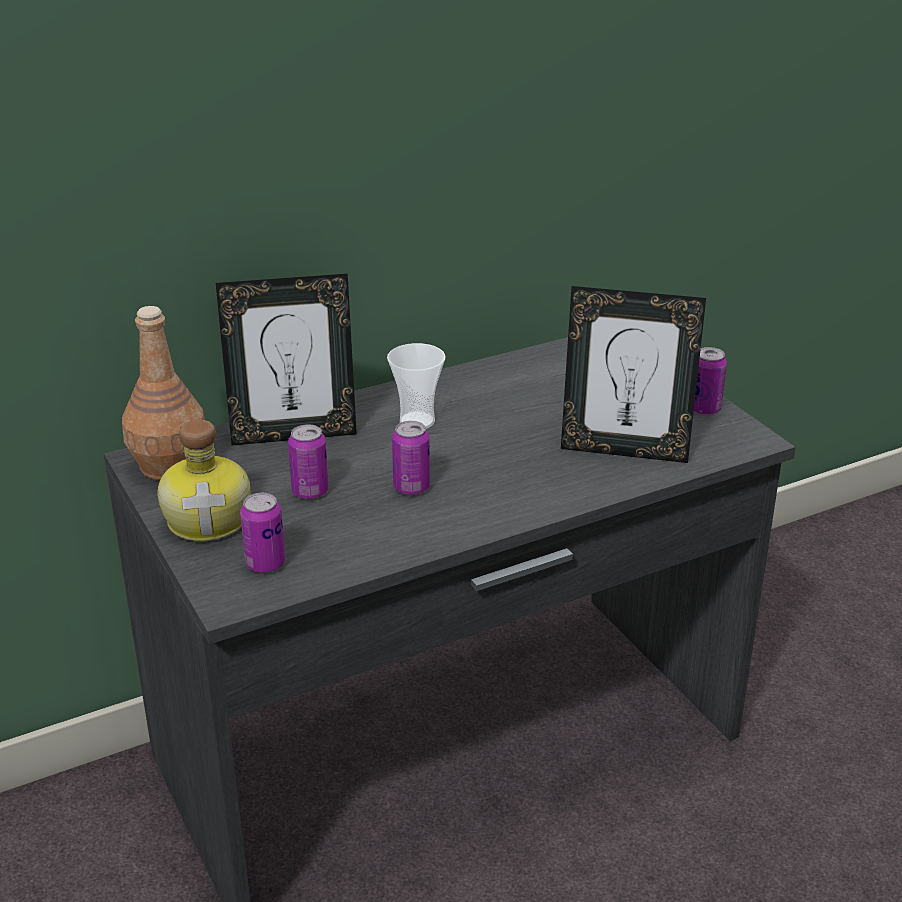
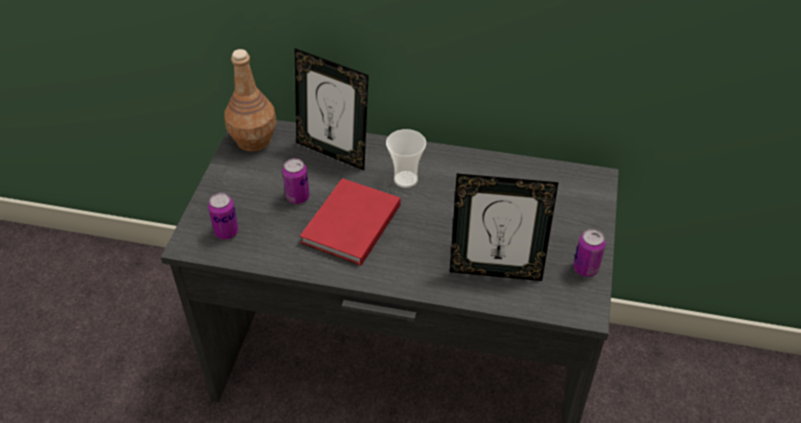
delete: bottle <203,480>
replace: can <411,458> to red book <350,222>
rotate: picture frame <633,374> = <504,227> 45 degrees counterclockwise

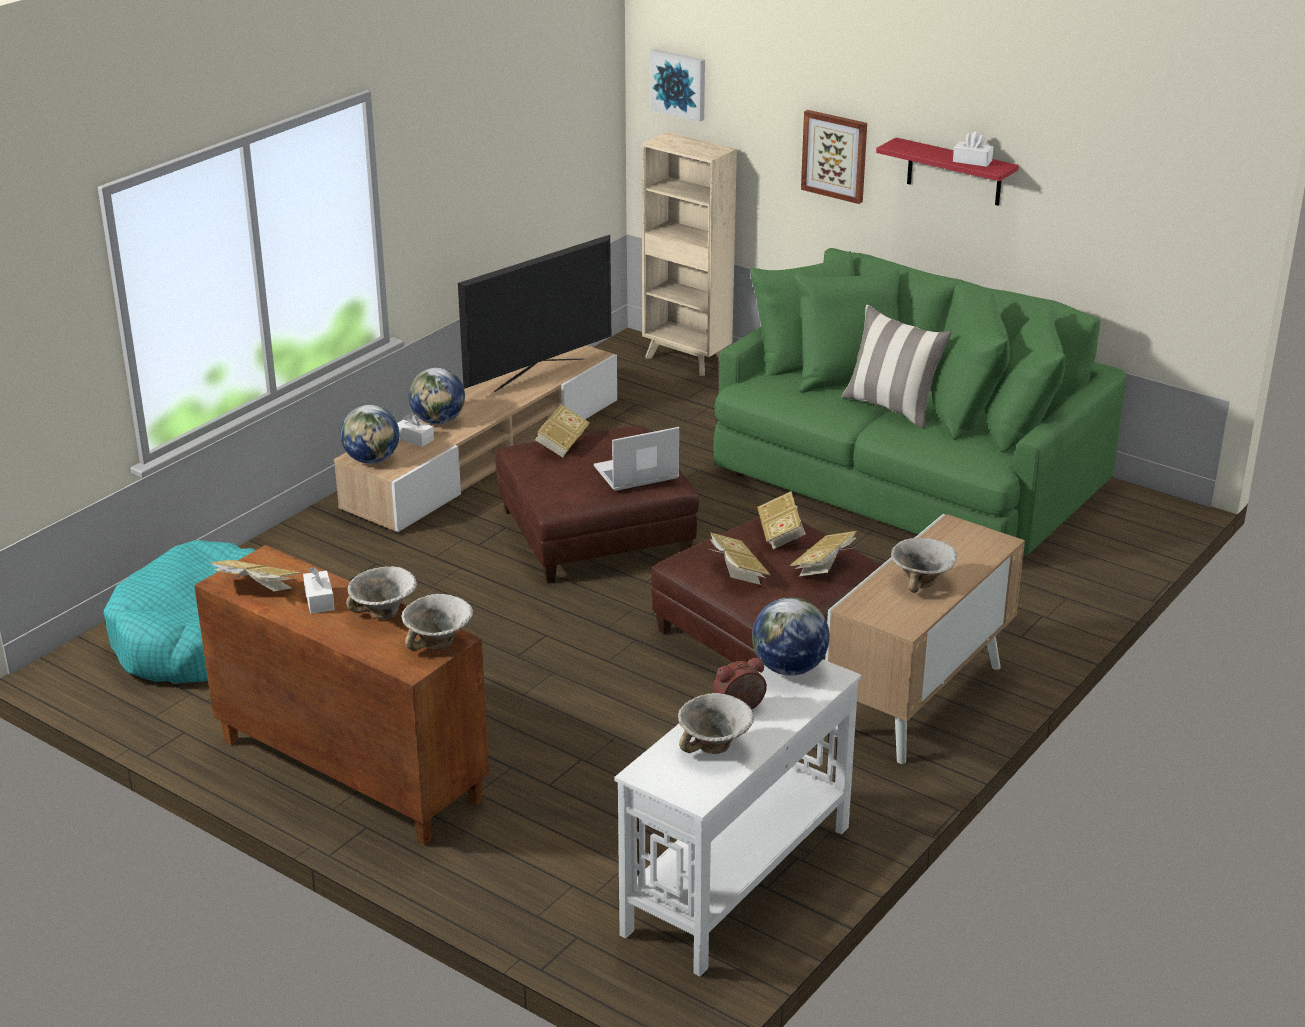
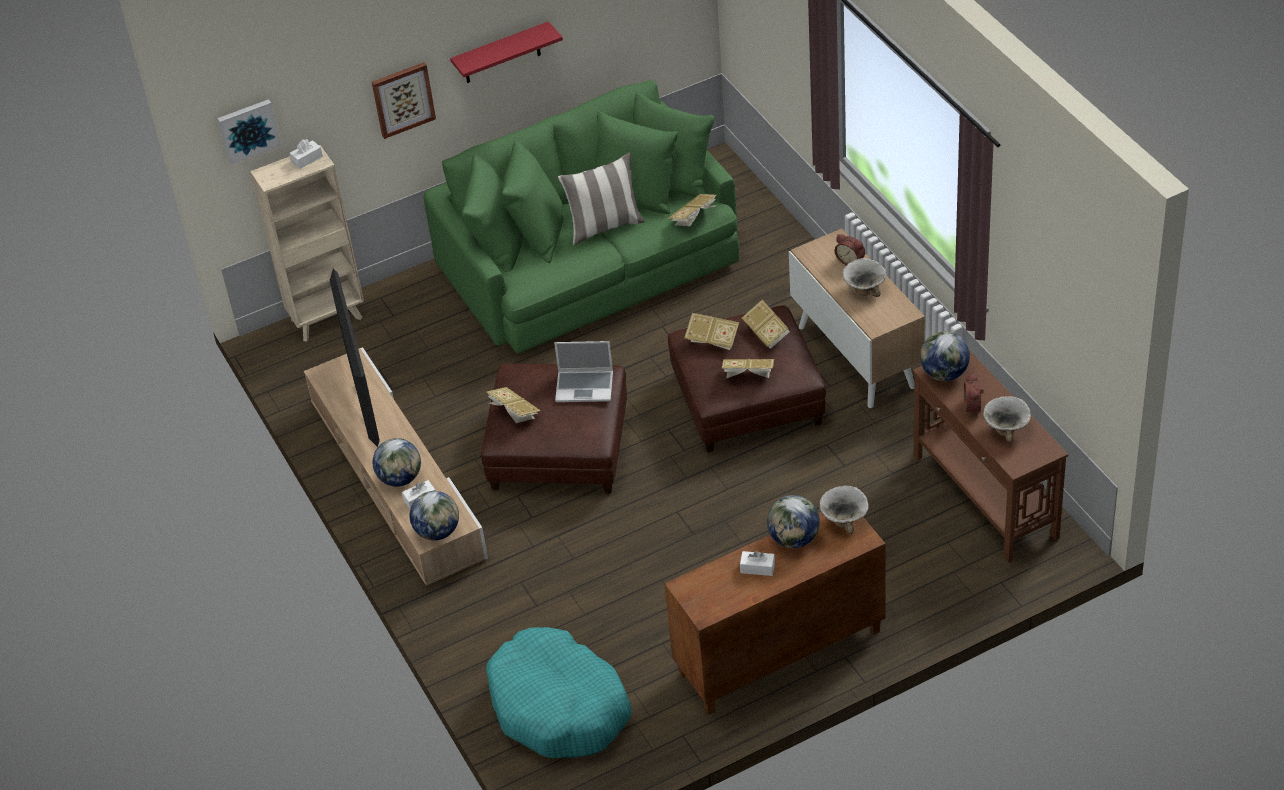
insert: alarm clock <850,250>
move: white tissue box <973,149> to <306,154>; book <256,575> to <691,210>
replace: bowl <381,593> to globe <793,521>
recolor: white console table <738,817> to brown console table <990,456>
rotate: laptop <636,459> = <583,371> 90 degrees counterclockwise

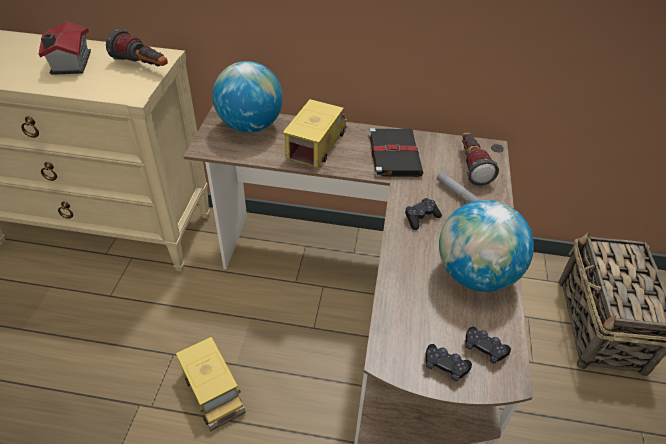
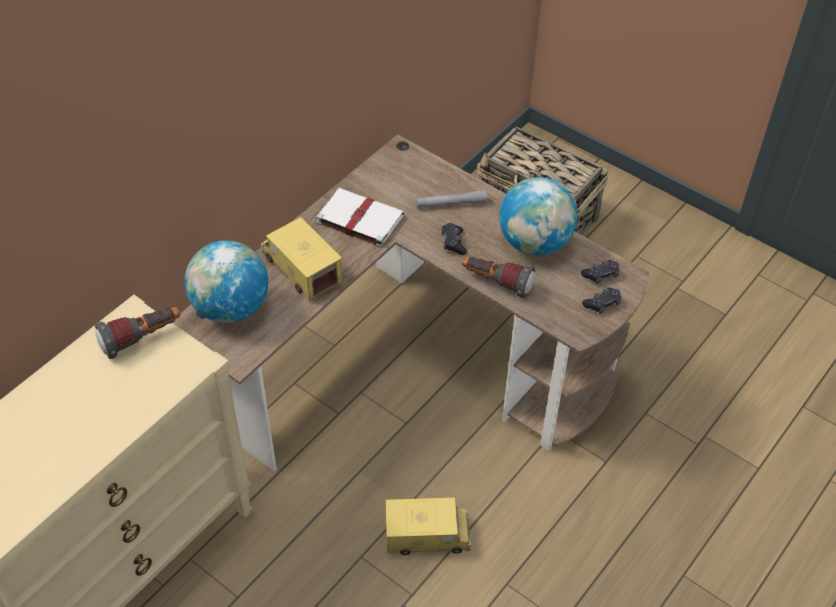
delete: toy house <65,48>
move: flashlight <480,159> to <498,277>
recolor: black book <396,152> to white book <359,218>

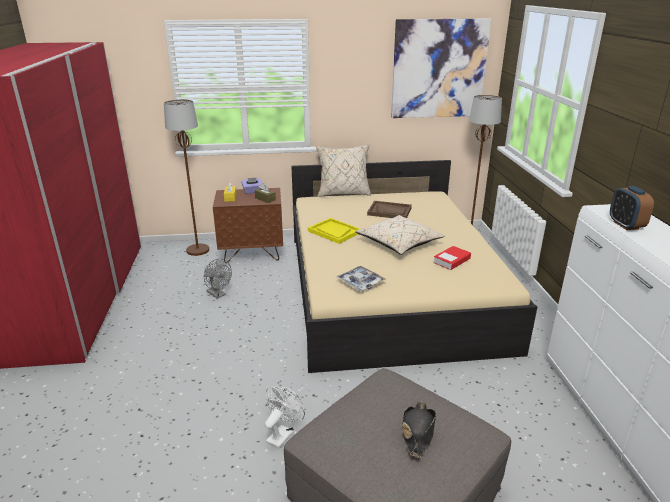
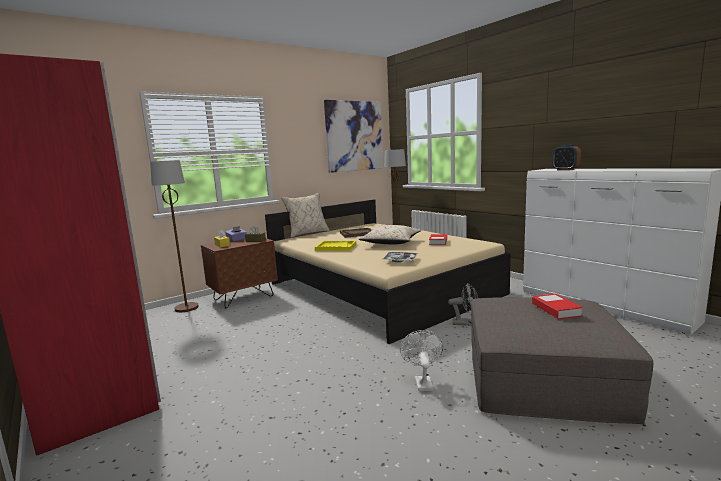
move: grey fan <218,279> to <463,304>
replace: black hat <419,429> to book <557,306>

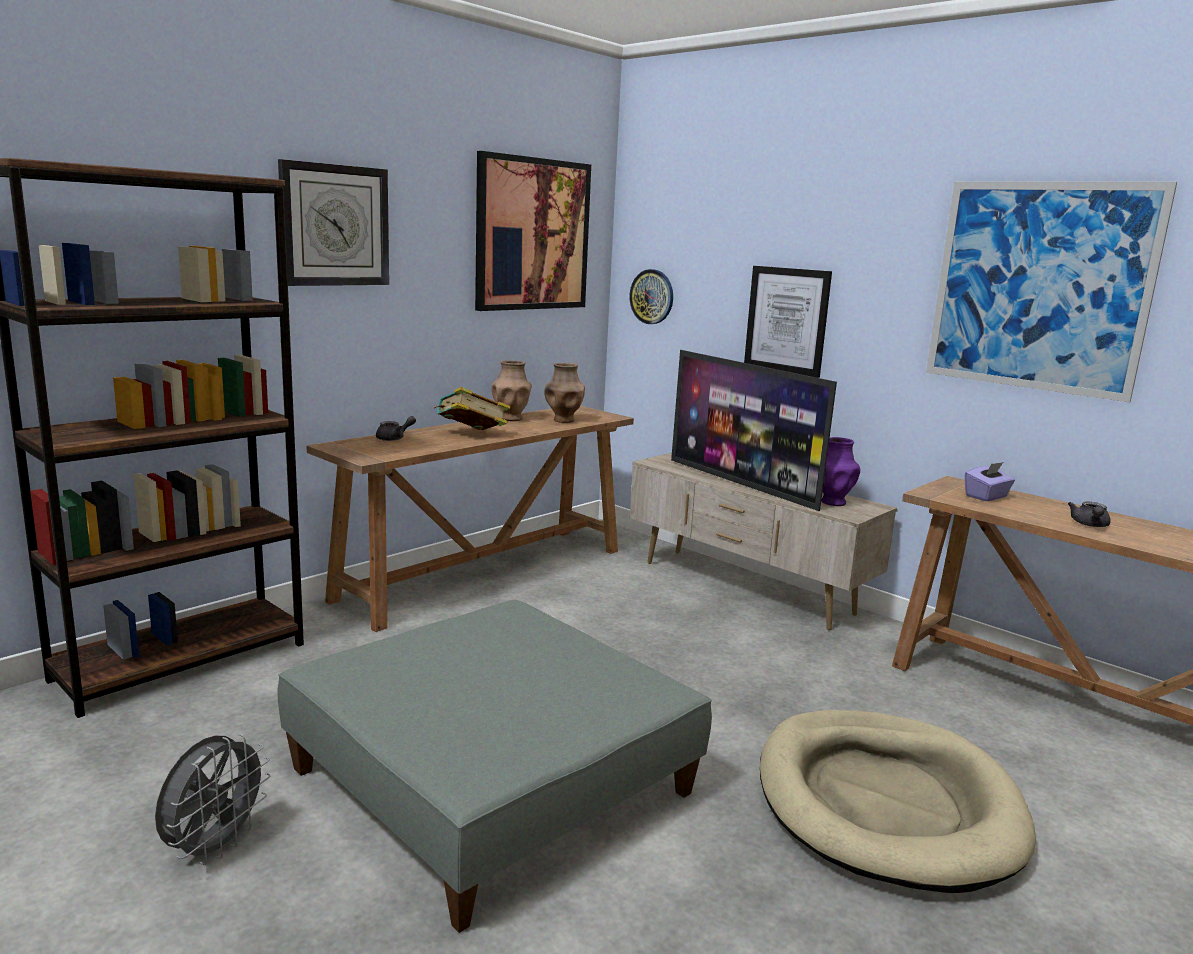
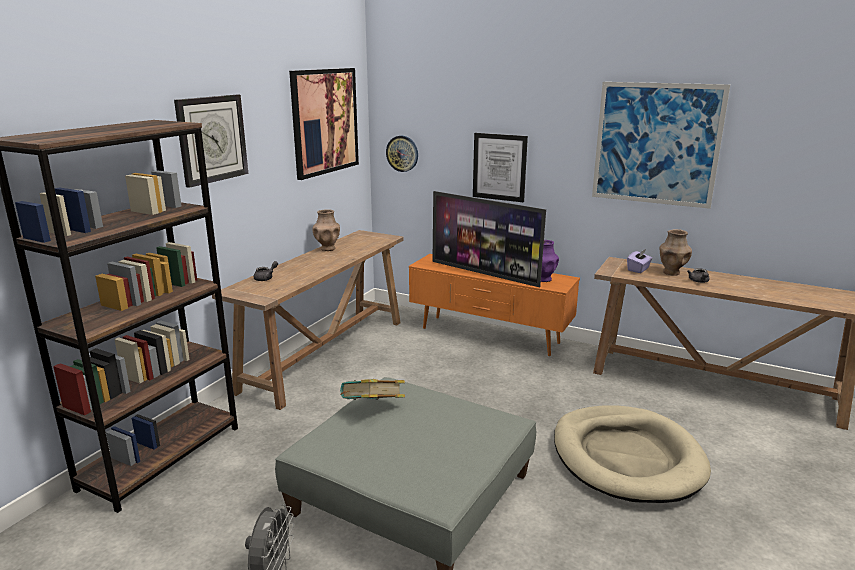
move: brown vase <564,393> to <675,252>; book <472,408> to <372,389>
recolor: beige tv stand <763,541> to orange tv stand <494,305>

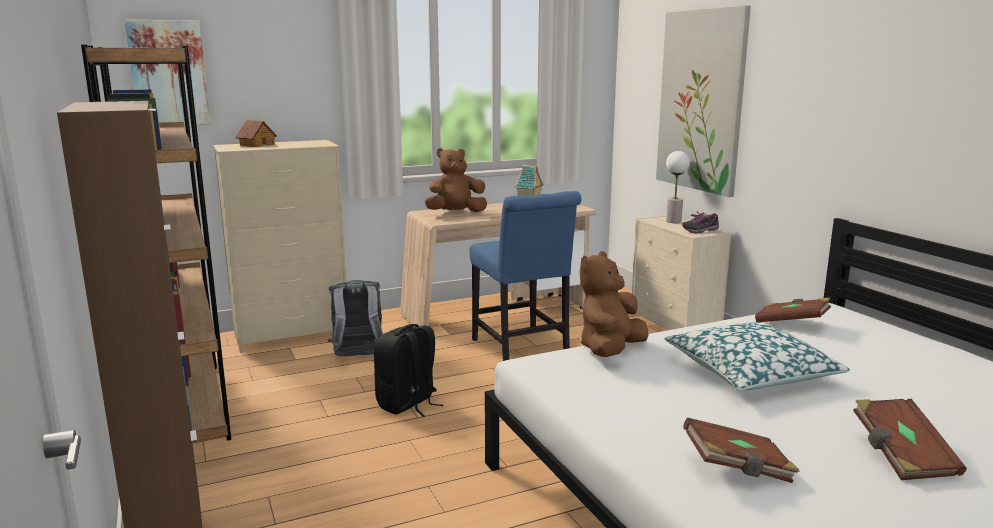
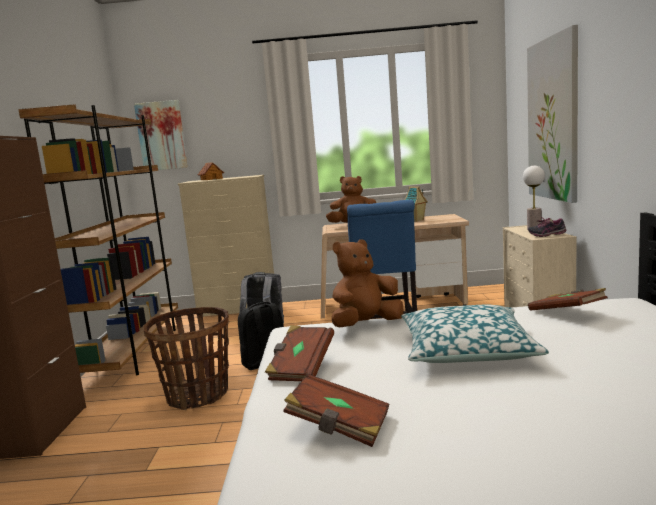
insert: basket <186,358>
move: brown book <910,439> to <299,353>

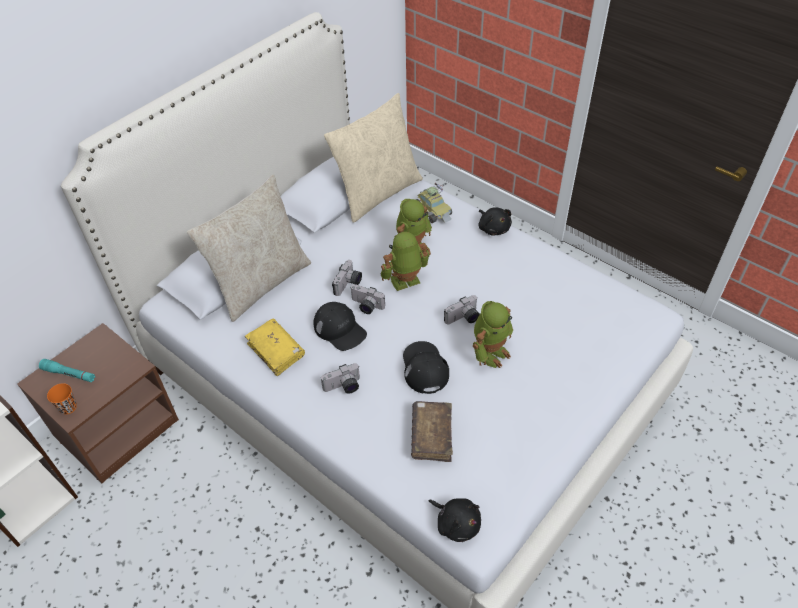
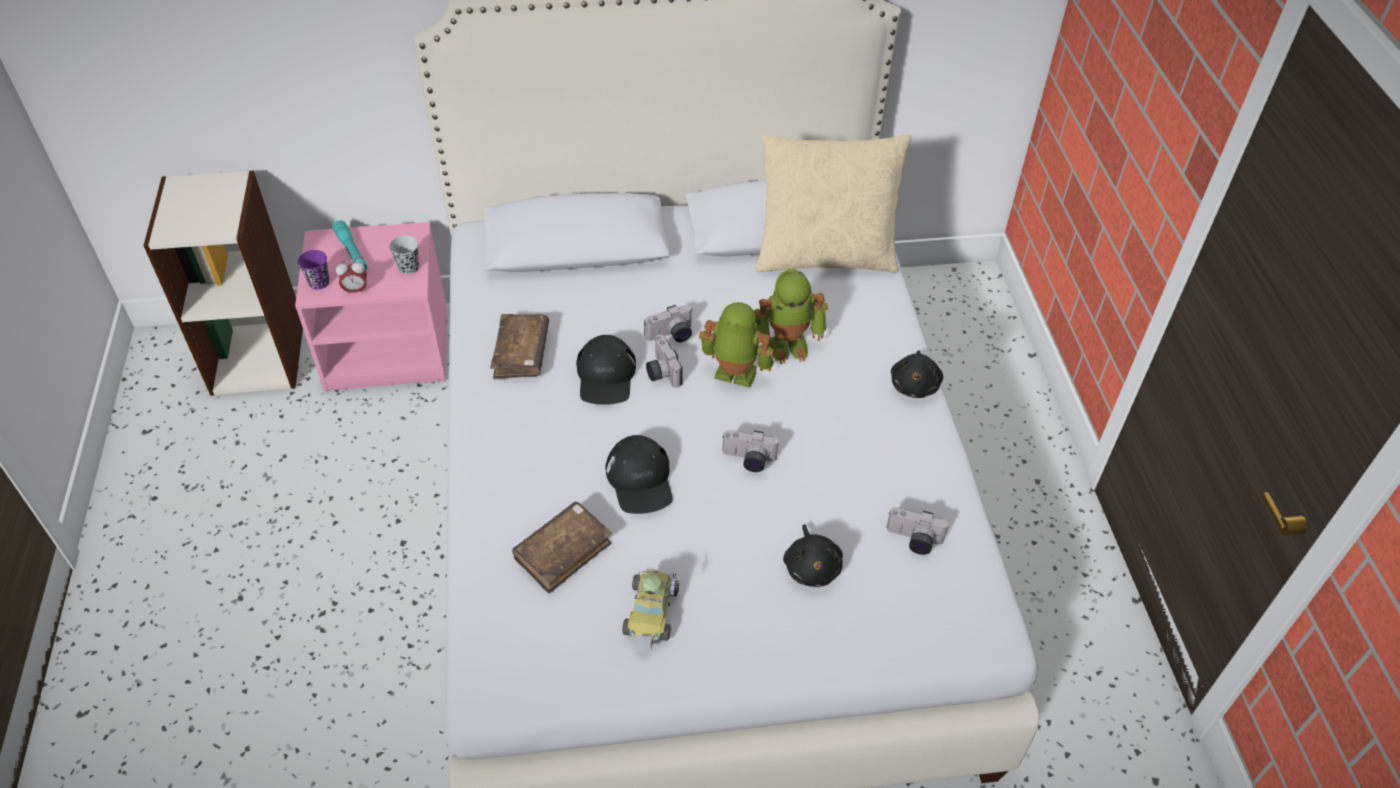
delete: beige pillow <249,248>; toy robot <493,334>
insert: black cup <404,255>; alarm clock <351,277>
move: toy car <434,203> to <650,610>; photo camera <340,378> to <918,531>; black plush toy <455,520> to <813,555>
recolor: yellow book <275,348> to brown book <519,346>; brown nightstand <98,403> to pink nightstand <371,306>; orange cup <62,398> to purple cup <313,270>
rotate: black cap <426,367> = <638,474> 135 degrees clockwise

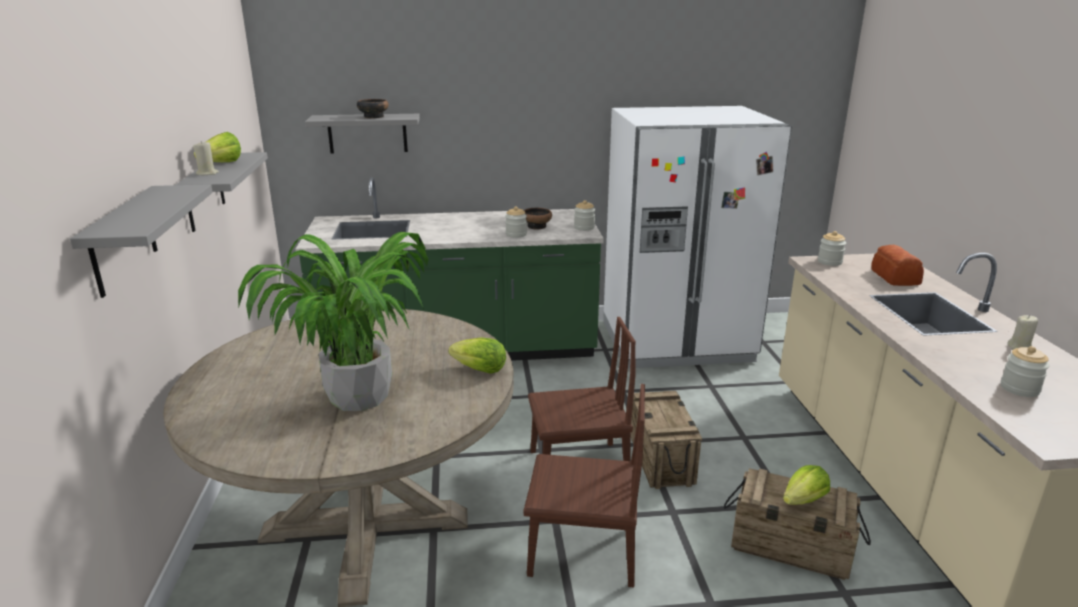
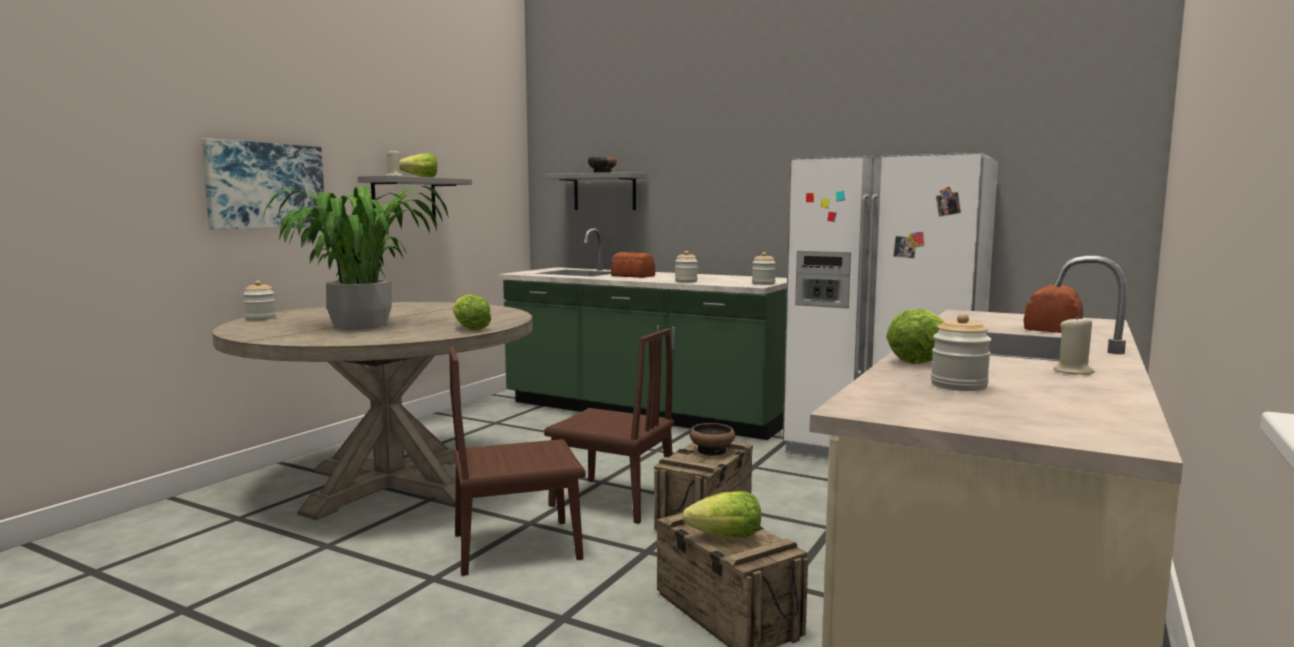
insert: bread <633,265>; lettuce <915,336>
move: bowl <538,219> to <712,439>; jar <832,248> to <259,300>
replace: grey shelf <141,241> to picture <262,183>
rotate: brown chair <584,485> = <517,461> 120 degrees clockwise

